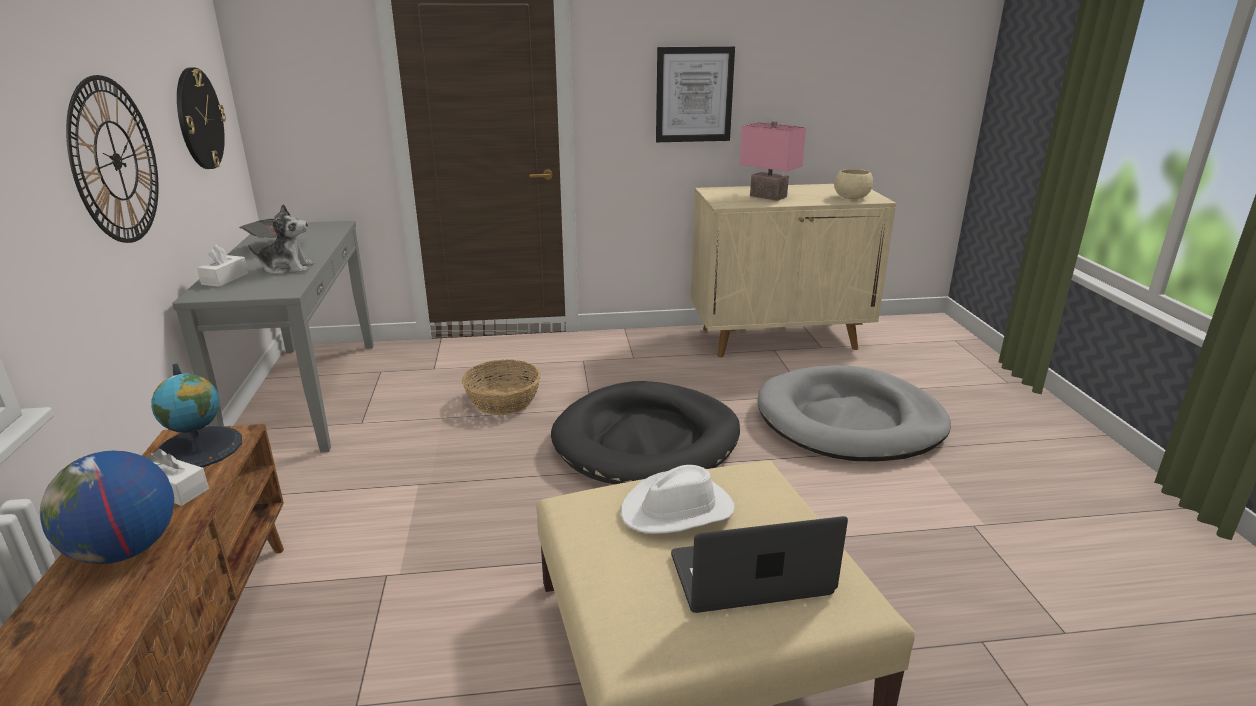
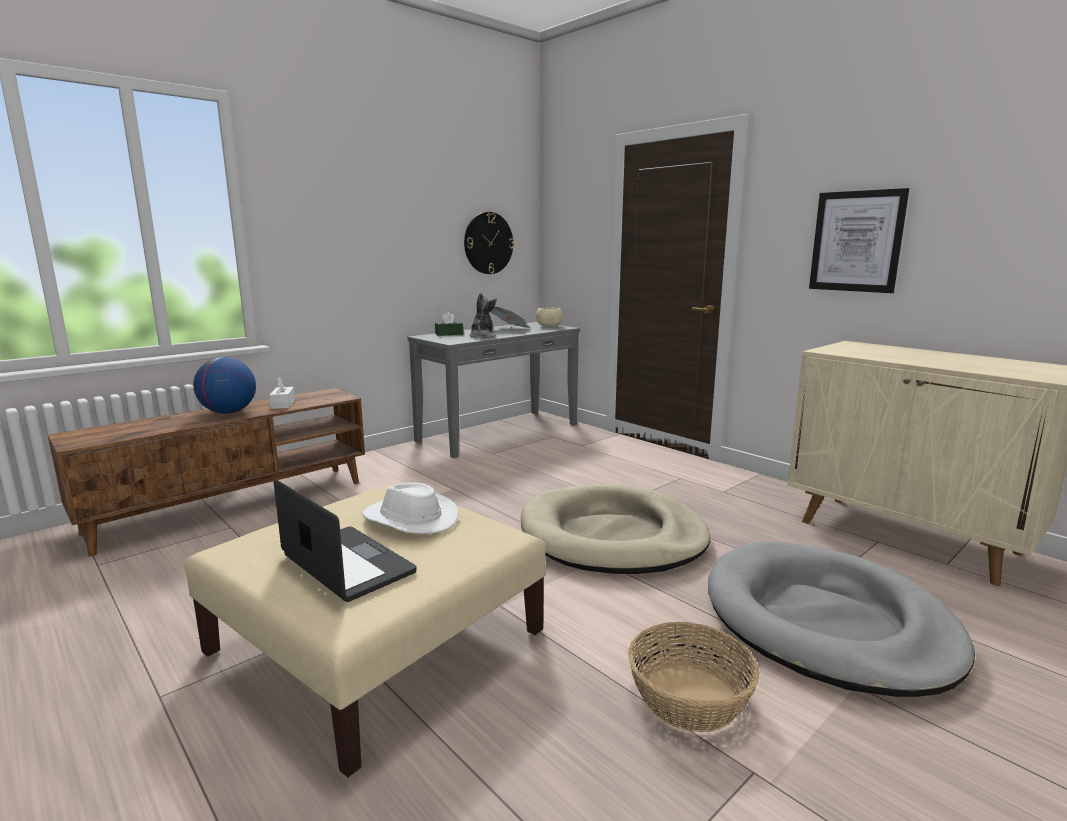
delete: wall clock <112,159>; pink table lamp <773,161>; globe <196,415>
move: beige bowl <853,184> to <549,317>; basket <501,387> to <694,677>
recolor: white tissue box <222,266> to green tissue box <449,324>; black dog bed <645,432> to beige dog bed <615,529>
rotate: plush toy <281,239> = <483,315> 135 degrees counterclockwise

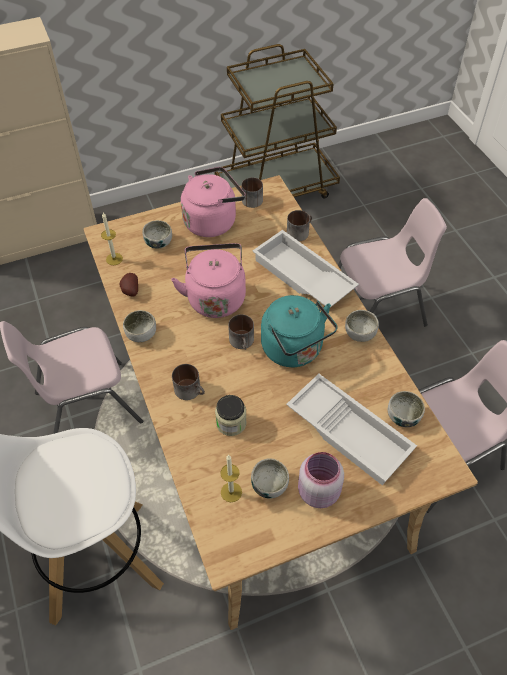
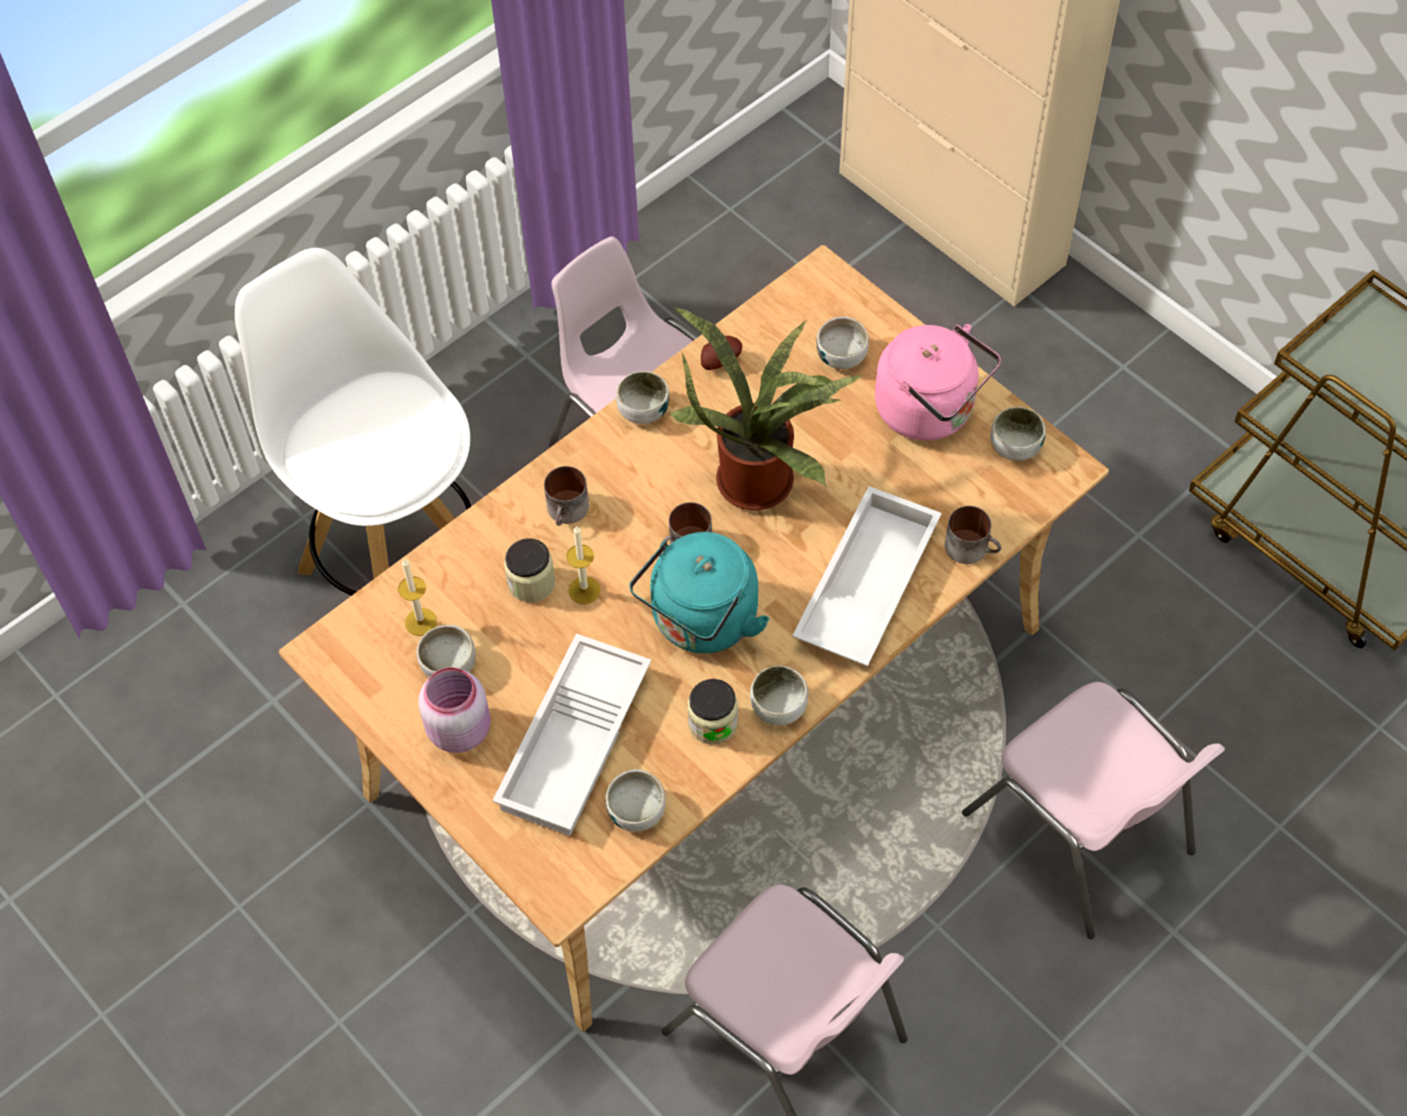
insert: jar <712,712>
move: candle <112,239> to <583,564>
replace: mug <252,192> to bowl <1018,434>; pink kettle <208,280> to potted plant <767,409>

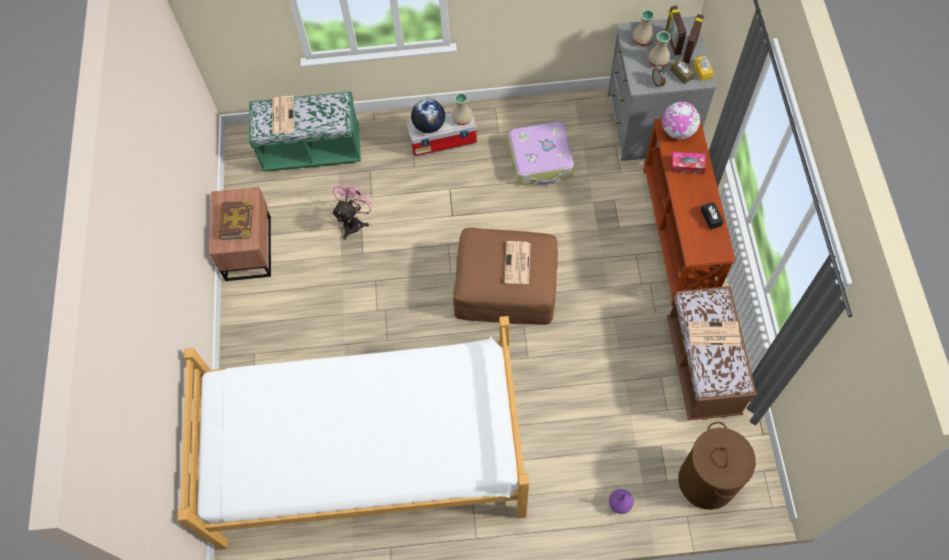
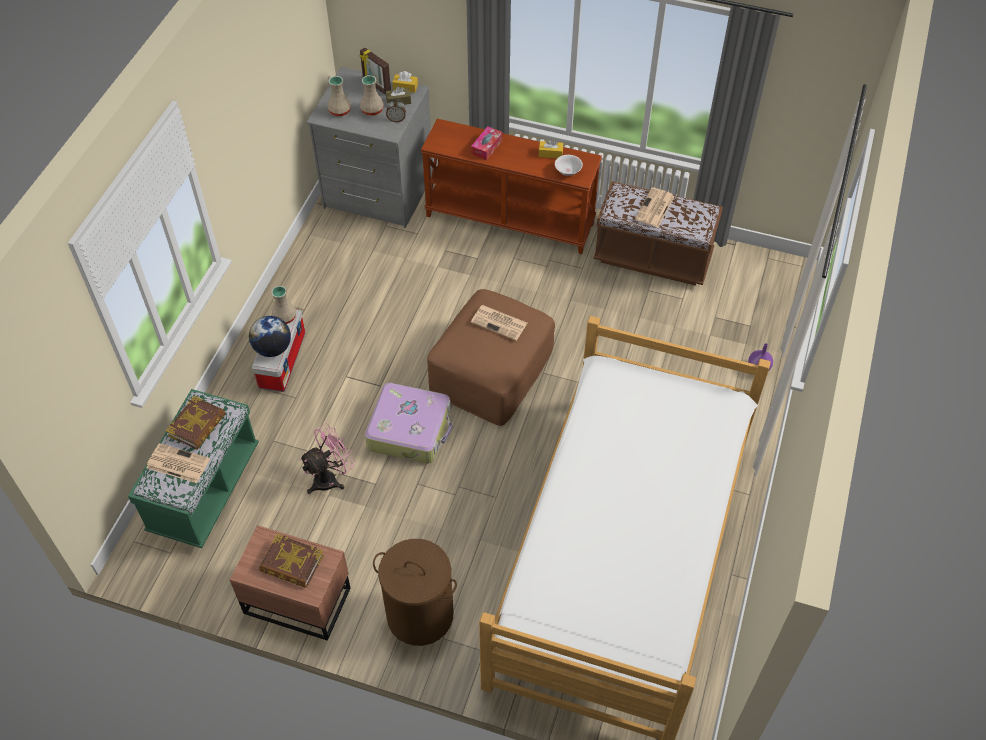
delete: picture frame <676,31>; globe <681,120>
insert: white bowl <569,165>; book <196,422>
move: suitcase <541,153> to <409,423>; brown laundry basket <717,466> to <415,592>
recolor: black tissue box <712,215> to yellow tissue box <551,148>
rotate: pink fan <353,210> = <327,458> 90 degrees clockwise

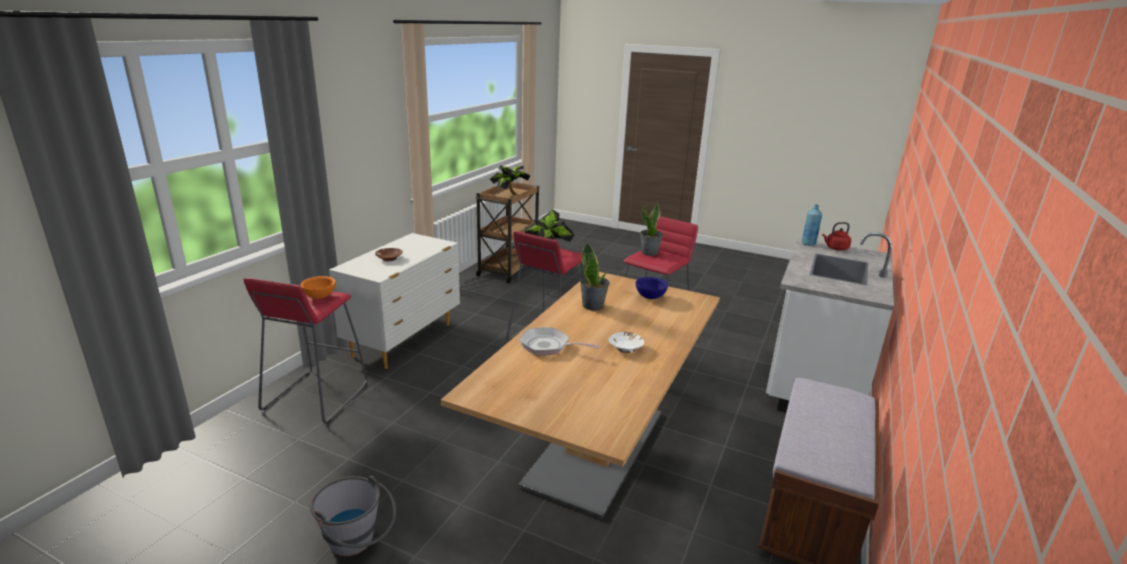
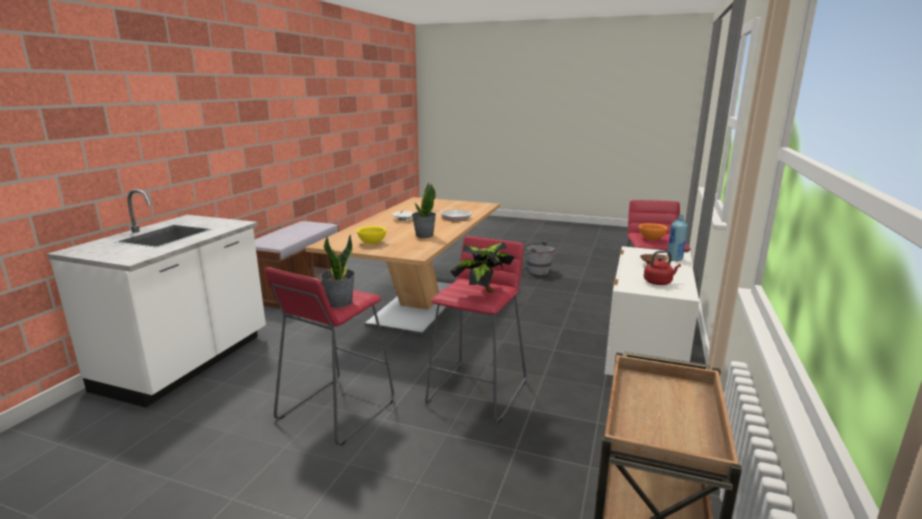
delete: potted plant <510,180>
move: blue bottle <812,225> to <677,238>; red kettle <836,236> to <662,267>
recolor: blue bowl <652,288> to yellow bowl <372,235>

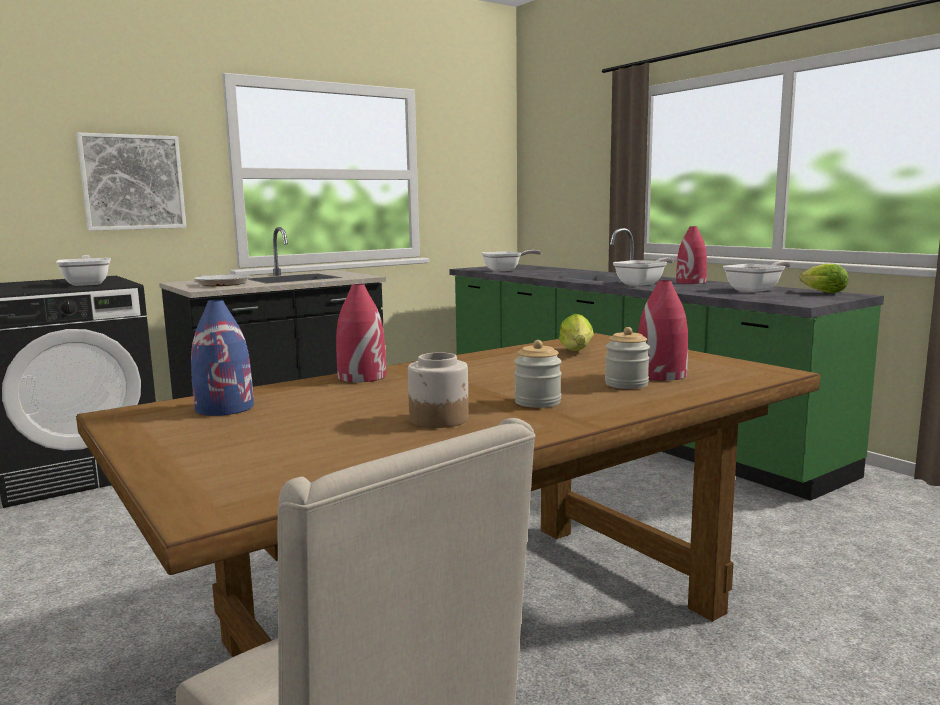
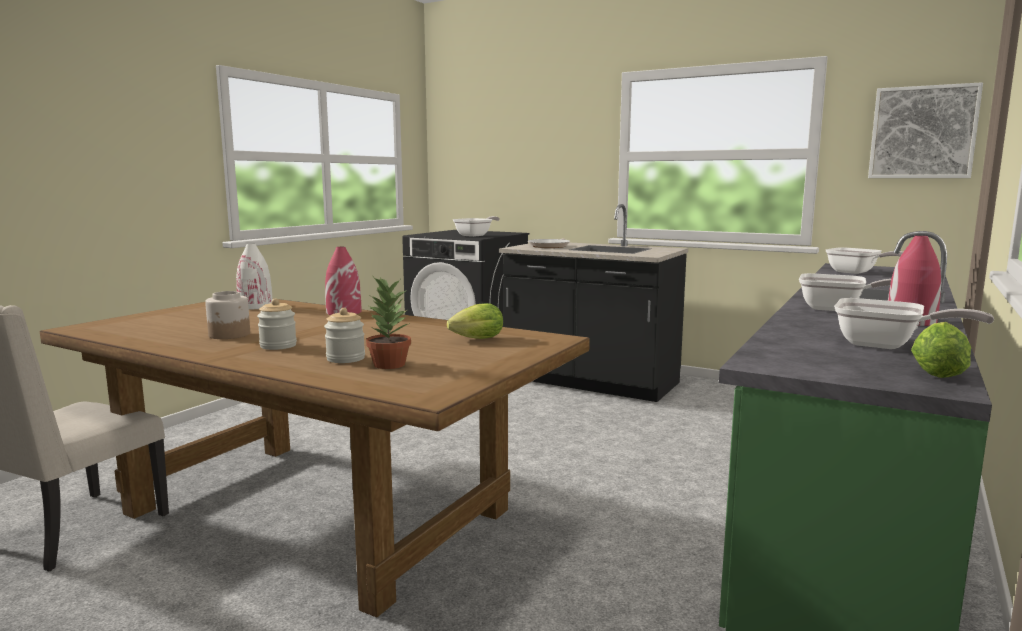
move: picture <131,181> to <925,130>
replace: red vase <663,330> to potted plant <388,322>
recolor: blue vase <222,358> to white vase <254,276>

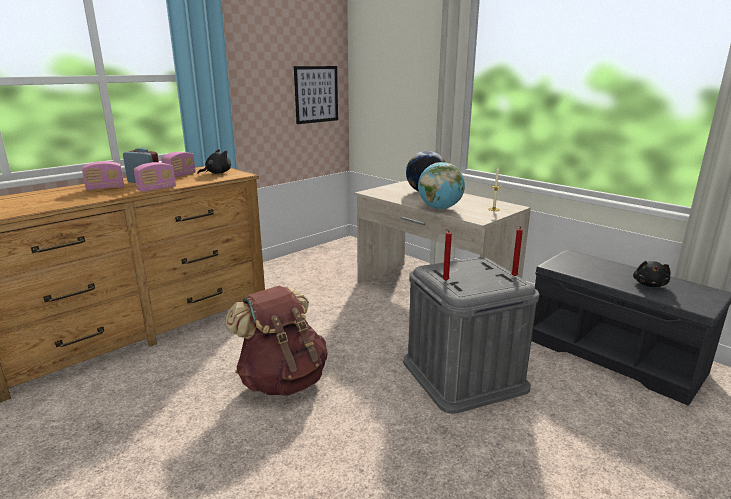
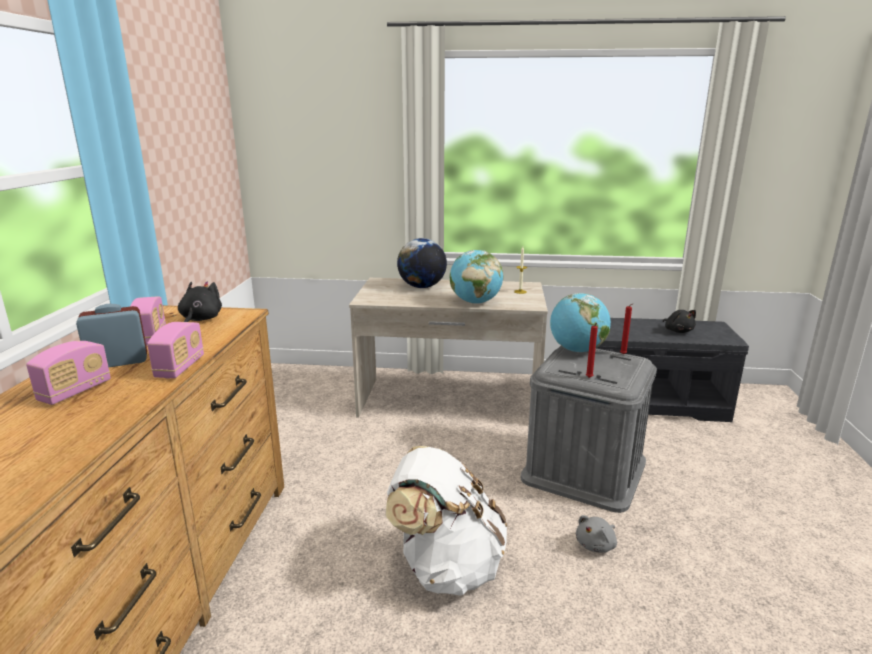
delete: picture <316,95>
insert: globe <580,322>; grey plush toy <596,534>
recolor: brown backpack <276,340> to white backpack <446,521>

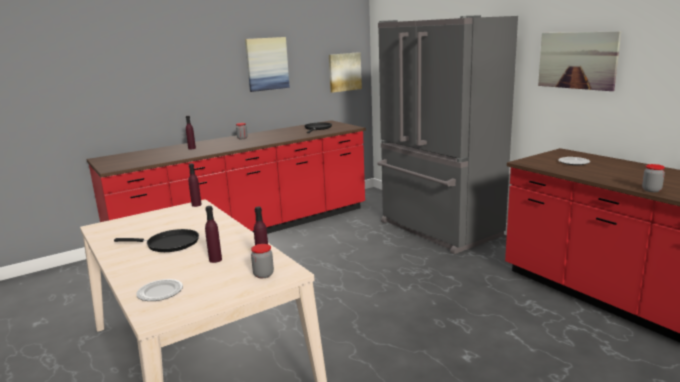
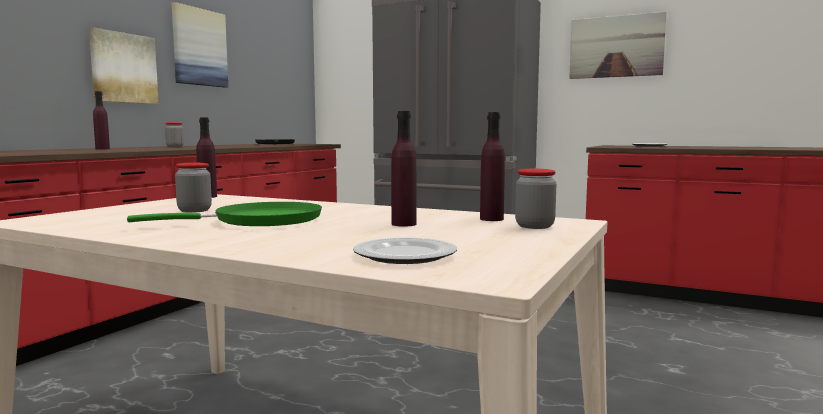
move: picture <345,72> to <124,65>; jar <653,178> to <193,188>
recolor: black frying pan <156,240> to green frying pan <224,214>

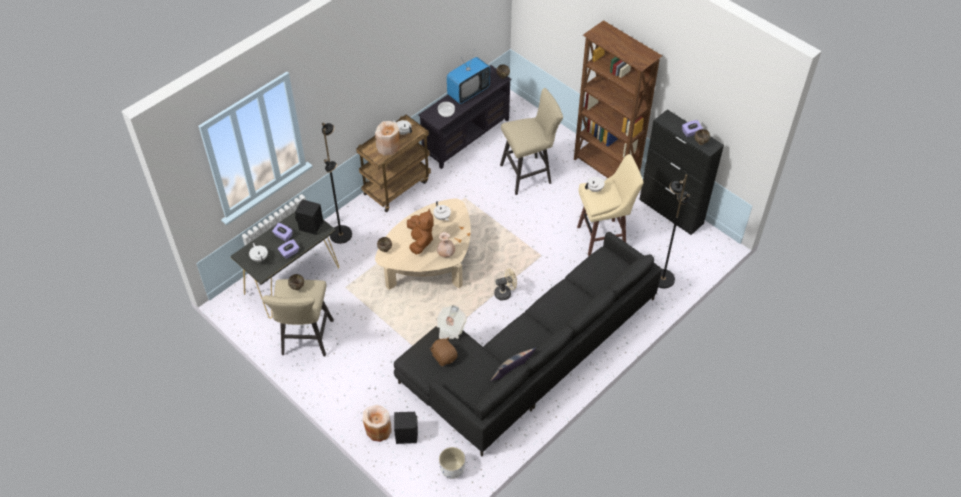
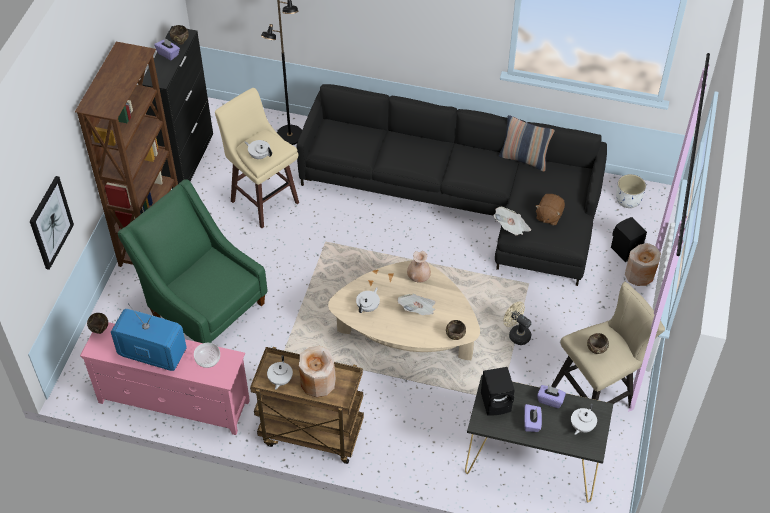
delete: black floor lamp <337,183>
insert: picture <52,223>
move: beige fan <505,284> to <517,323>
replace: beige stool <531,141> to green armchair <192,261>; brown plush toy <420,231> to newspaper <416,304>
recolor: black tv stand <465,117> to pink tv stand <165,378>

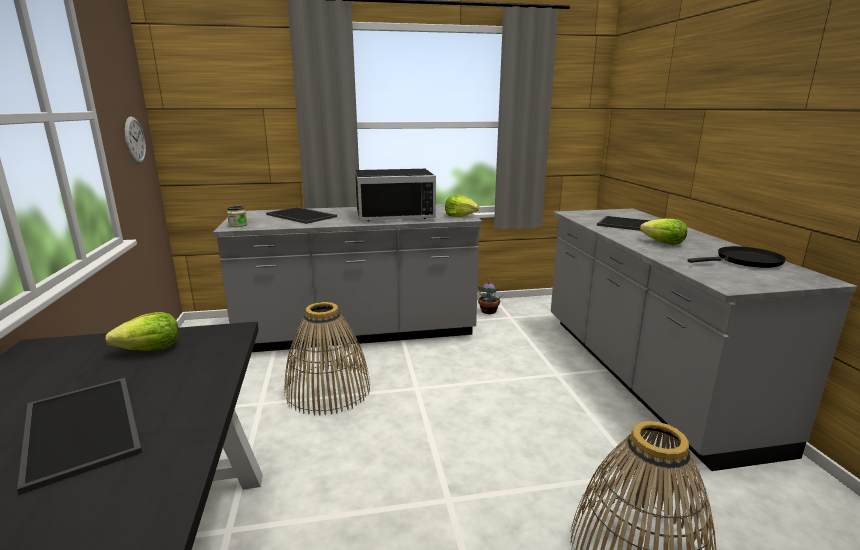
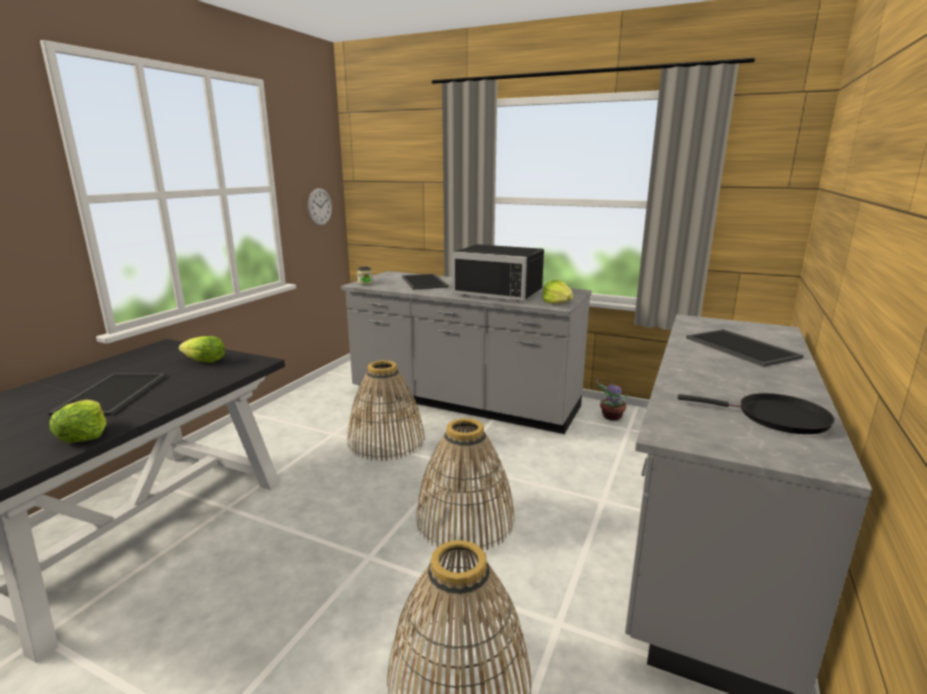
insert: basket <465,485>
move: lettuce <663,231> to <77,421>

